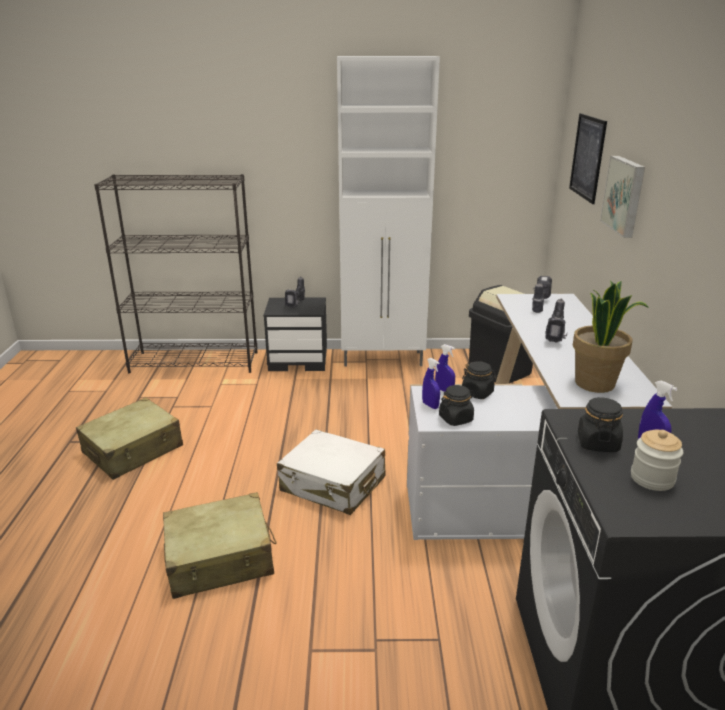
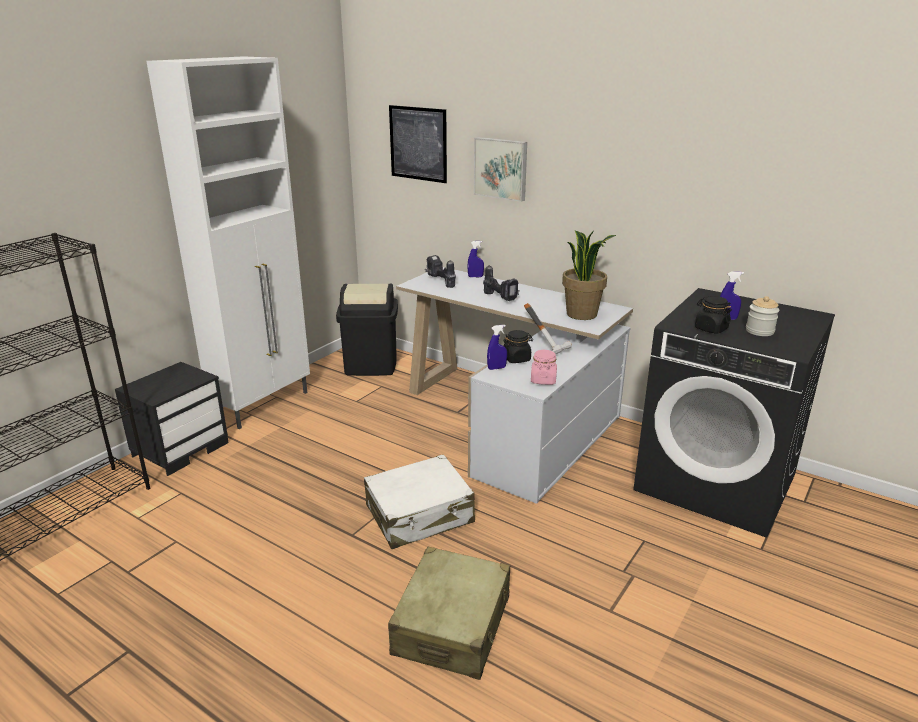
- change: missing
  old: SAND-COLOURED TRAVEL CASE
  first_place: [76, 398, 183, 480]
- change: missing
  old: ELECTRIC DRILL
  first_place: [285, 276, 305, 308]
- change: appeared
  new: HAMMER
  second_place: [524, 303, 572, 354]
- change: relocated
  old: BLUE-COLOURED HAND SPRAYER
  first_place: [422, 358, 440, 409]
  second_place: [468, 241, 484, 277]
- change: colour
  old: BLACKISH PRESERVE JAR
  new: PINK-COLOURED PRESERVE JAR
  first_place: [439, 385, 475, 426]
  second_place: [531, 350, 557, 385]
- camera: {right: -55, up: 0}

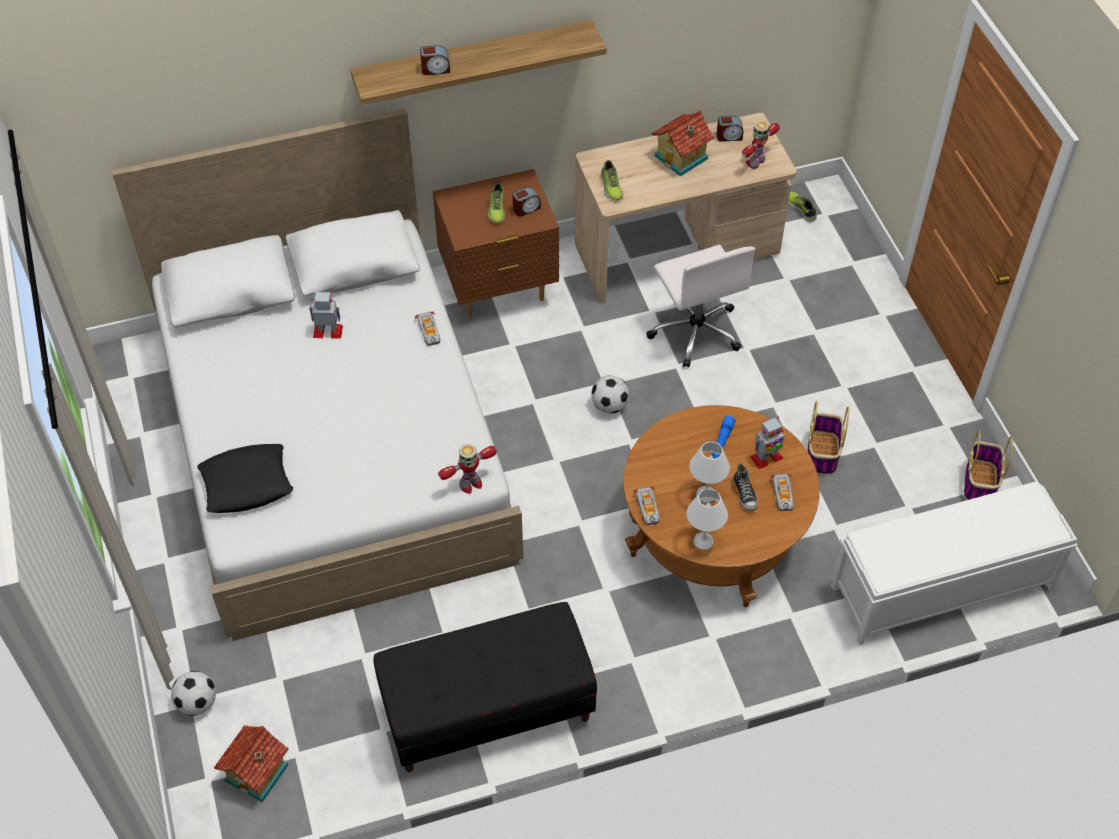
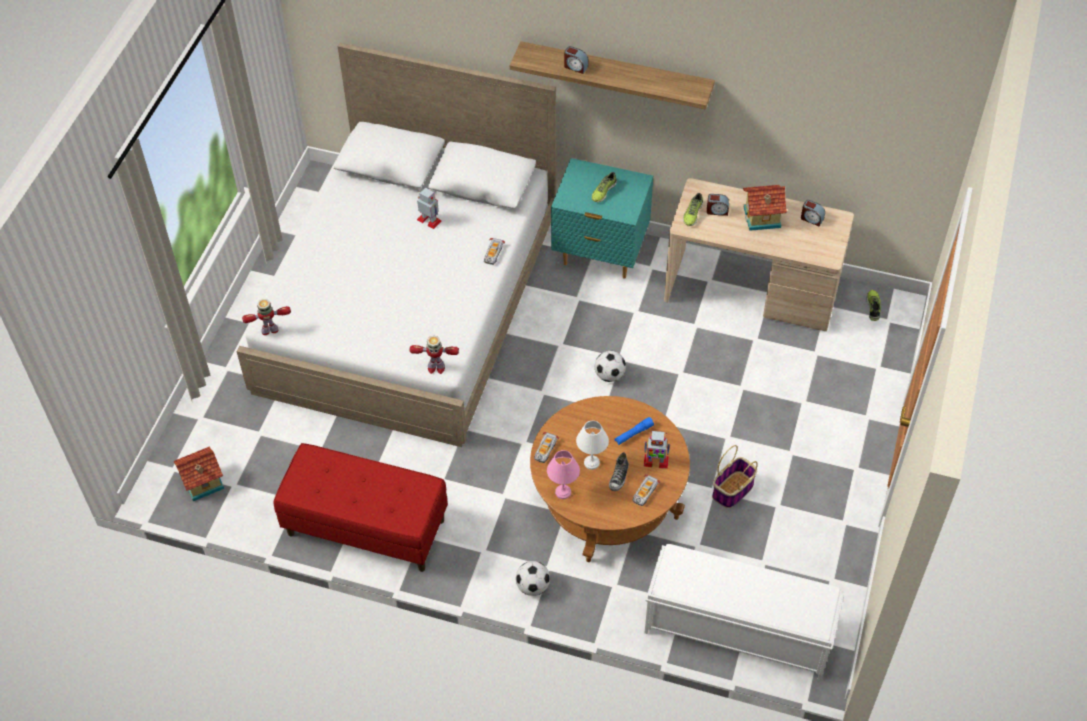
- change: missing
  old: BLACKISH CUSHION
  first_place: [197, 444, 293, 513]
- change: missing
  old: WHITISH COMPUTER CHAIR
  first_place: [646, 245, 756, 368]
- change: missing
  old: HOUSEHOLD BASKET
  first_place: [964, 430, 1013, 500]
- change: relocated
  old: FOOTBALL
  first_place: [171, 671, 216, 716]
  second_place: [516, 561, 550, 596]
- change: relocated
  old: TABLE CLOCK
  first_place: [513, 187, 541, 217]
  second_place: [707, 194, 729, 216]
- change: relocated
  old: MODEL ROBOT
  first_place: [742, 121, 780, 169]
  second_place: [242, 299, 291, 335]
- change: colour
  old: BLACKISH LONG SEAT
  new: RED-COLOURED LONG SEAT
  first_place: [374, 602, 597, 772]
  second_place: [274, 443, 448, 572]
- change: colour
  old: BROWN-COLOURED BEDSIDE TABLE
  new: TURQUOISE BEDSIDE TABLE
  first_place: [433, 169, 559, 318]
  second_place: [551, 158, 653, 278]
- change: colour
  old: WHITISH LAMP FOR A TABLE
  new: PINK-COLOURED LAMP FOR A TABLE
  first_place: [687, 489, 728, 550]
  second_place: [547, 450, 580, 499]
- camera: {right: 35, up: 0}

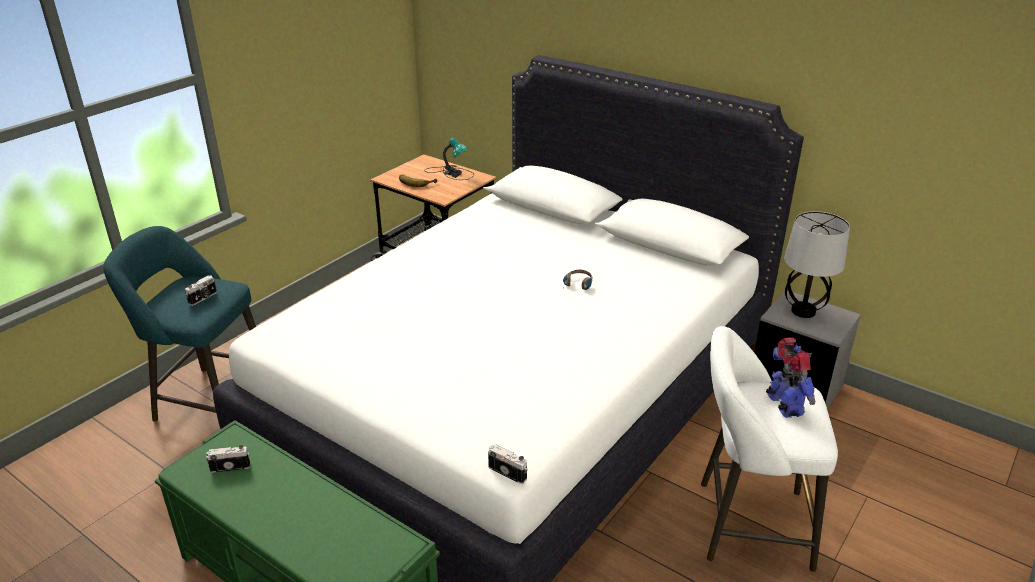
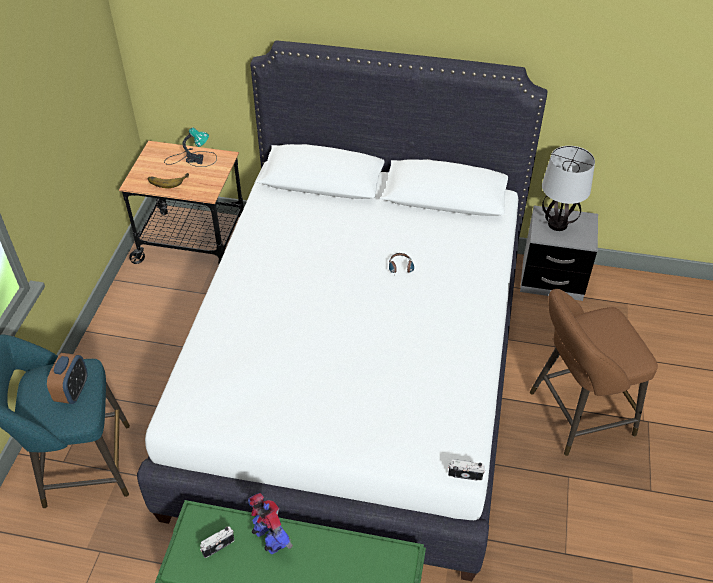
- change: relocated
  old: MODEL ROBOT
  first_place: [766, 337, 815, 418]
  second_place: [248, 493, 293, 554]
- change: exchanged
  old: PHOTO CAMERA
  new: TABLE CLOCK
  first_place: [185, 275, 217, 306]
  second_place: [47, 353, 88, 404]
- change: colour
  old: WHITISH STOOL
  new: BROWN-COLOURED STOOL
  first_place: [701, 326, 838, 572]
  second_place: [530, 289, 658, 456]
- camera: {right: -25, up: 15}

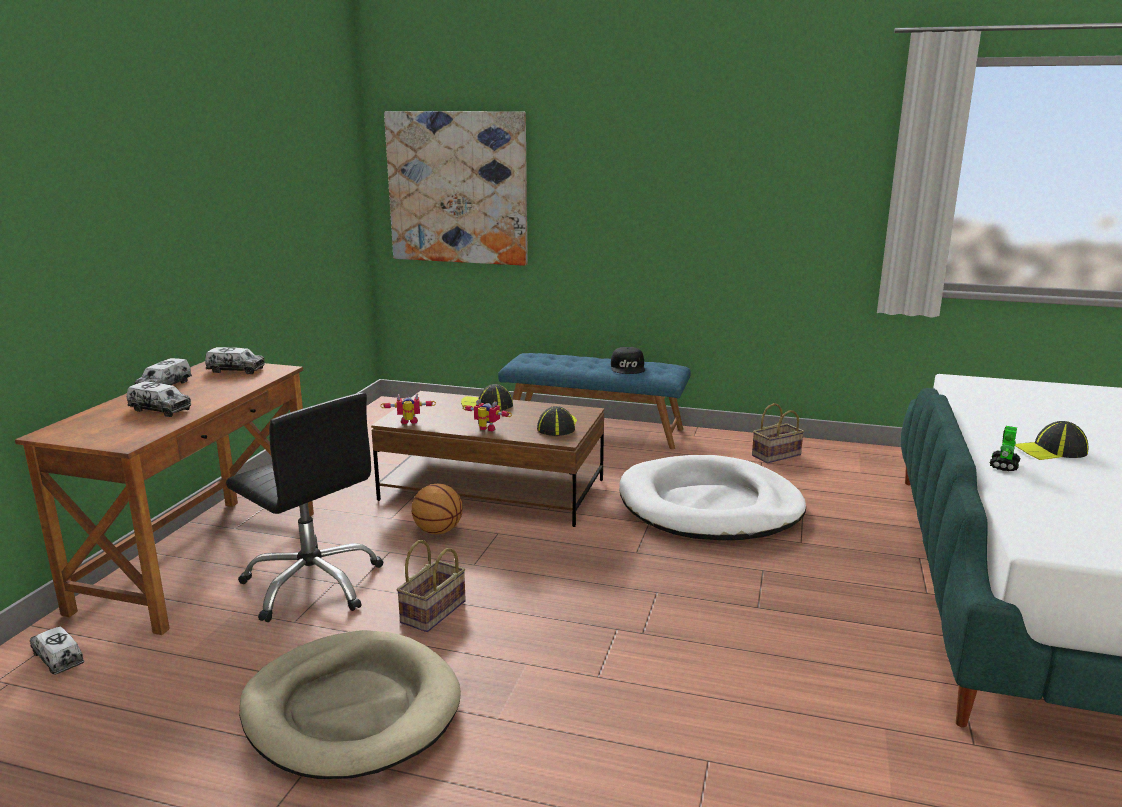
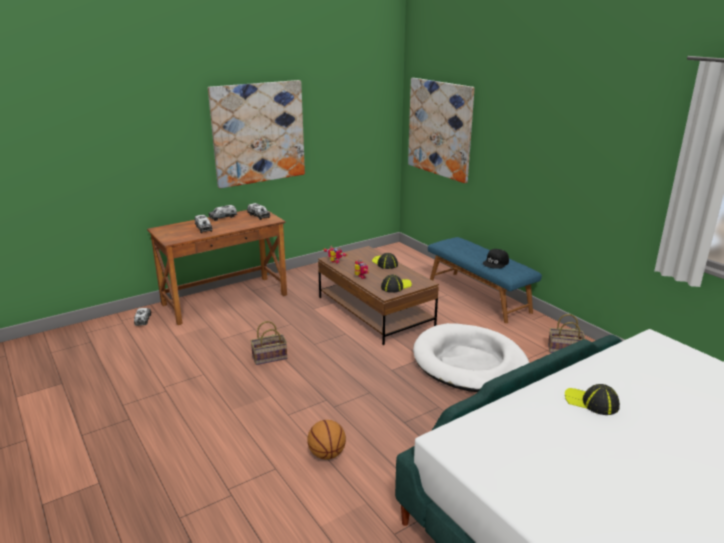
- change: missing
  old: BLACKISH COMPUTER CHAIR
  first_place: [226, 393, 383, 622]
- change: missing
  old: SAND-COLOURED PET BED
  first_place: [239, 630, 461, 779]
- change: missing
  old: MODEL ROBOT
  first_place: [989, 426, 1021, 471]
- change: appeared
  new: WALL PICTURE
  second_place: [208, 80, 305, 188]
- change: relocated
  old: BASKETBALL BALL
  first_place: [412, 484, 462, 534]
  second_place: [307, 420, 346, 460]
- camera: {right: 40, up: 5}

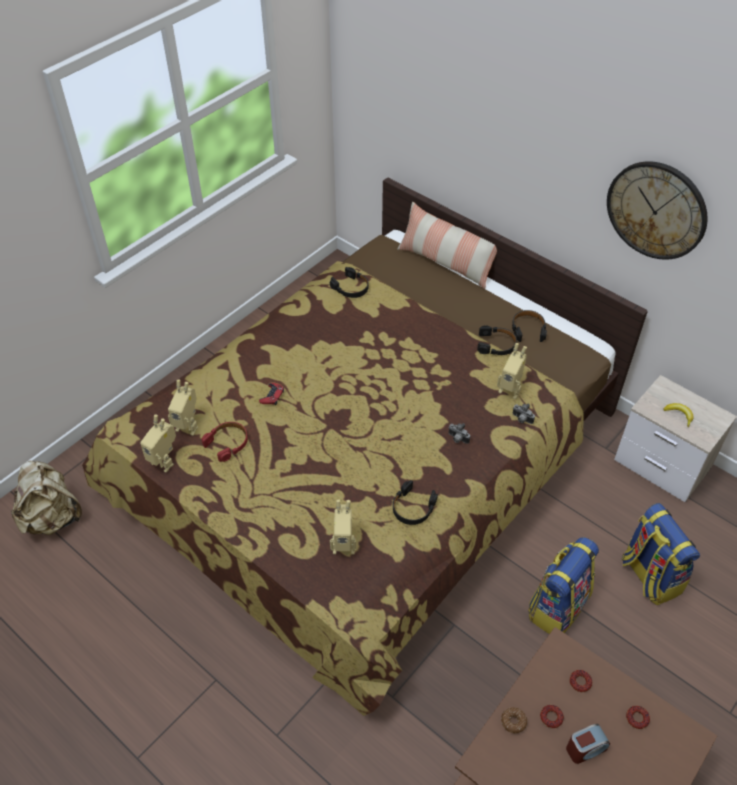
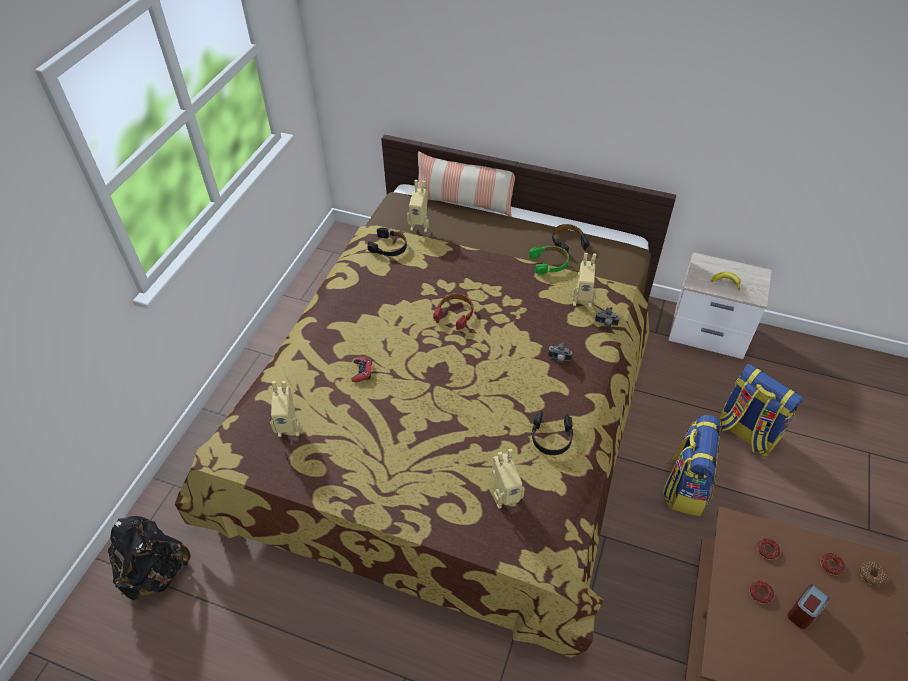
- change: missing
  old: HANGING CLOCK
  first_place: [607, 161, 708, 260]
- change: relocated
  old: MODEL ROBOT
  first_place: [140, 415, 176, 472]
  second_place: [407, 180, 429, 233]
- change: relocated
  old: RED-COLOURED PAIR OF HEADPHONES
  first_place: [202, 422, 248, 462]
  second_place: [433, 294, 473, 330]
- change: relocated
  old: DONUT
  first_place: [501, 707, 527, 734]
  second_place: [860, 561, 888, 586]
- change: colour
  old: SAND-COLOURED KNAPSACK
  new: BLACKISH KNAPSACK
  first_place: [11, 460, 82, 535]
  second_place: [108, 516, 191, 600]
- change: colour
  old: BLACKISH PAIR OF HEADPHONES
  new: GREEN-COLOURED PAIR OF HEADPHONES
  first_place: [477, 325, 517, 355]
  second_place: [529, 246, 569, 275]
- camera: {right: -20, up: 0}

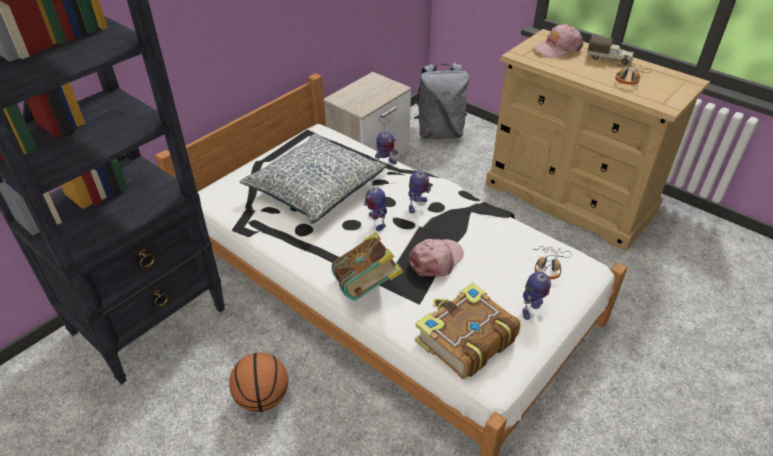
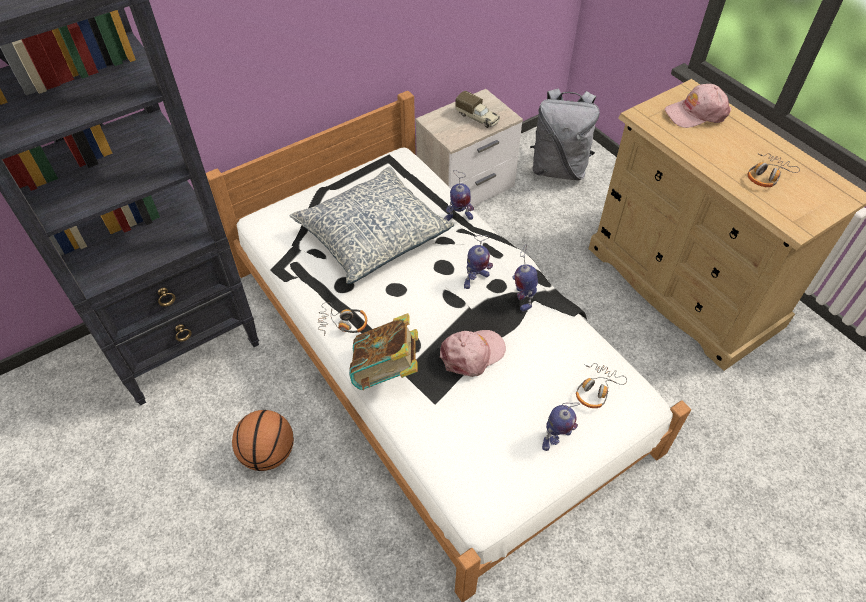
- change: missing
  old: BOUND BOOK
  first_place: [415, 282, 521, 379]
- change: appeared
  new: PAIR OF HEADPHONES
  second_place: [318, 302, 367, 336]
- change: relocated
  old: MODEL ROBOT
  first_place: [364, 167, 387, 231]
  second_place: [512, 244, 538, 311]
- change: relocated
  old: MODEL TRUCK
  first_place: [587, 35, 634, 65]
  second_place: [455, 91, 500, 128]
- camera: {right: 15, up: 10}

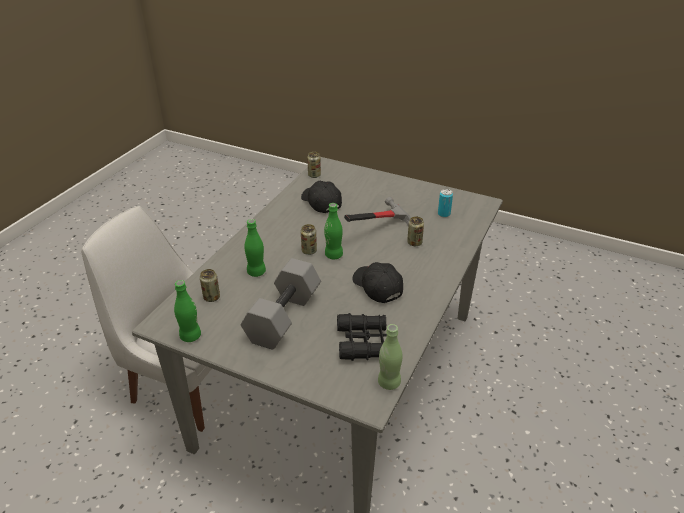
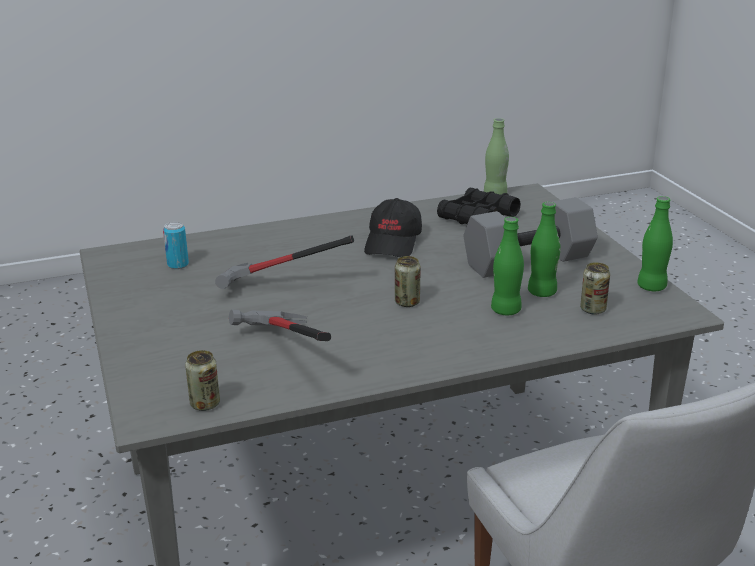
- change: missing
  old: METAL CAN
  first_place: [407, 216, 424, 246]
- change: relocated
  old: GREEN-COLOURED BOTTLE
  first_place: [324, 203, 343, 259]
  second_place: [528, 202, 561, 297]
- change: exchanged
  old: BLACKISH BASEBALL CAP
  new: HAMMER
  first_place: [301, 181, 342, 213]
  second_place: [229, 310, 331, 341]
- camera: {right: -135, up: -10}

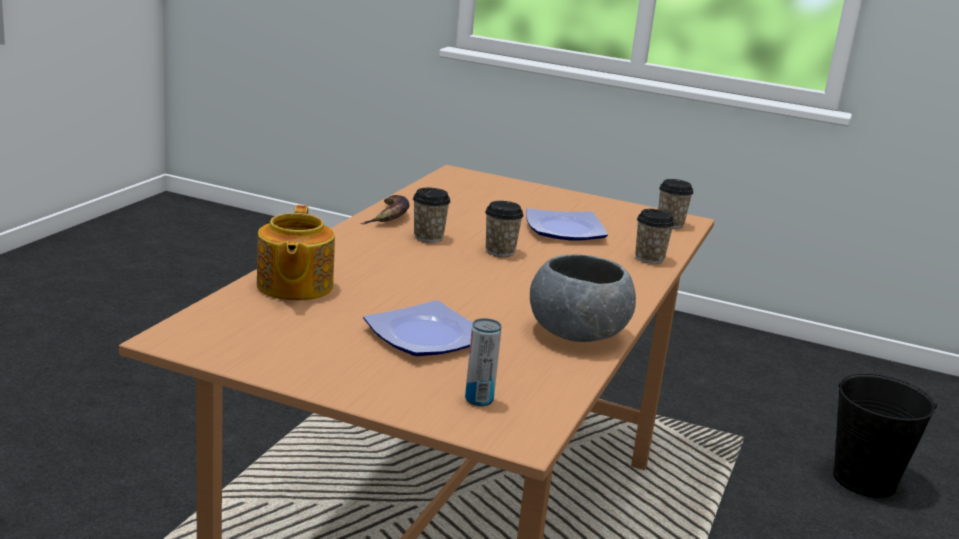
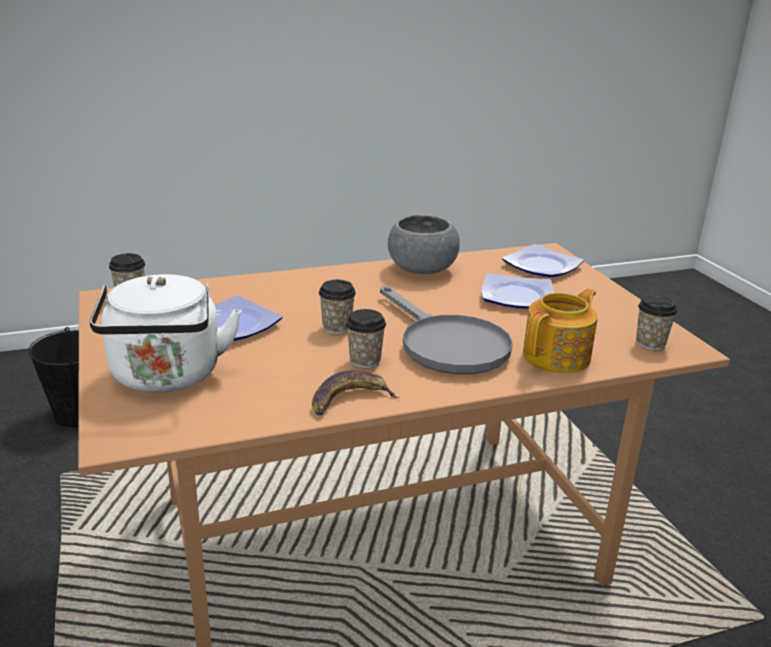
- change: appeared
  new: WHITISH KETTLE
  second_place: [90, 274, 242, 393]
- change: appeared
  new: GREY FRYING PAN
  second_place: [380, 285, 513, 374]
- change: relocated
  old: DRINKING CUP
  first_place: [635, 209, 675, 264]
  second_place: [636, 295, 677, 350]
- change: exchanged
  old: METAL CAN
  new: PLATE
  first_place: [465, 318, 502, 406]
  second_place: [502, 244, 584, 277]
- camera: {right: -130, up: 5}

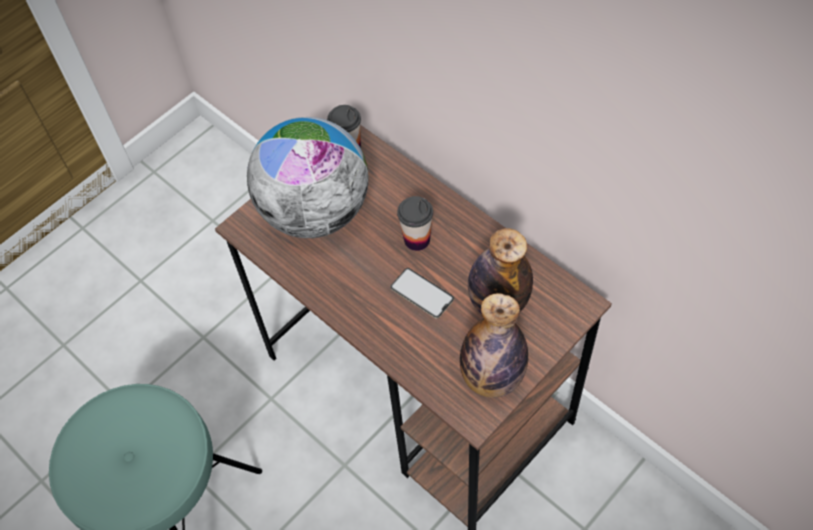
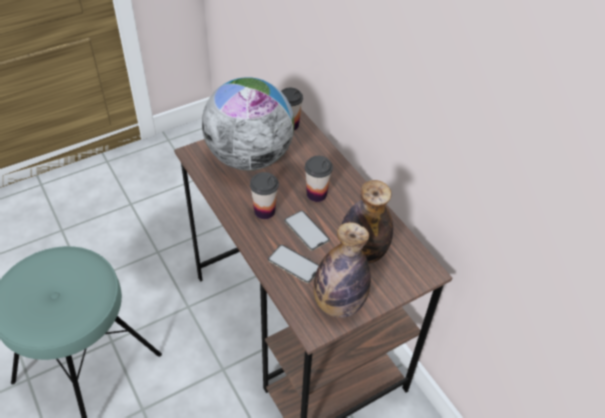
- change: appeared
  new: DRINKING CUP
  second_place: [250, 172, 279, 219]
- change: appeared
  new: TELEPHONE
  second_place: [268, 245, 319, 283]
- camera: {right: 10, up: -10}

